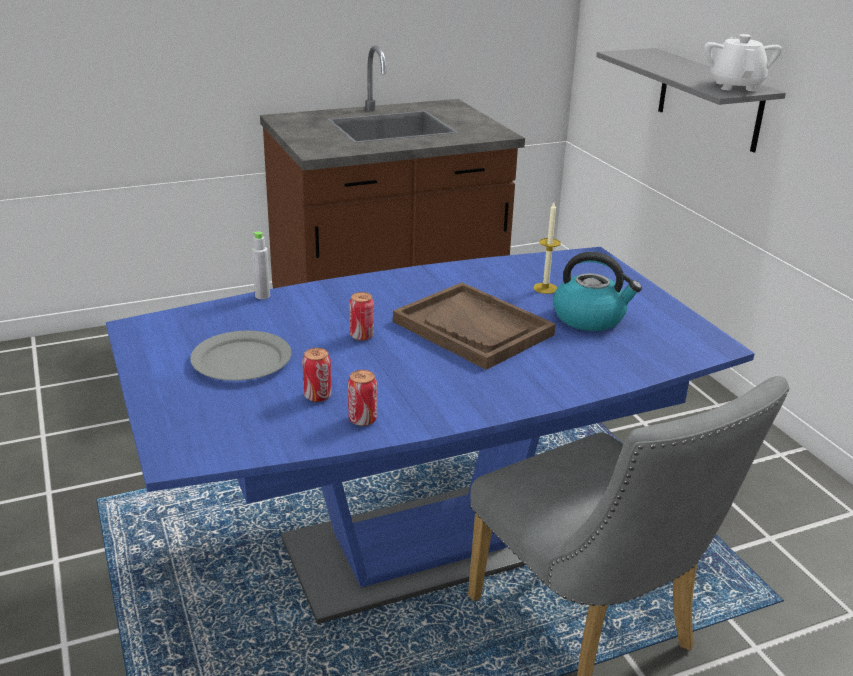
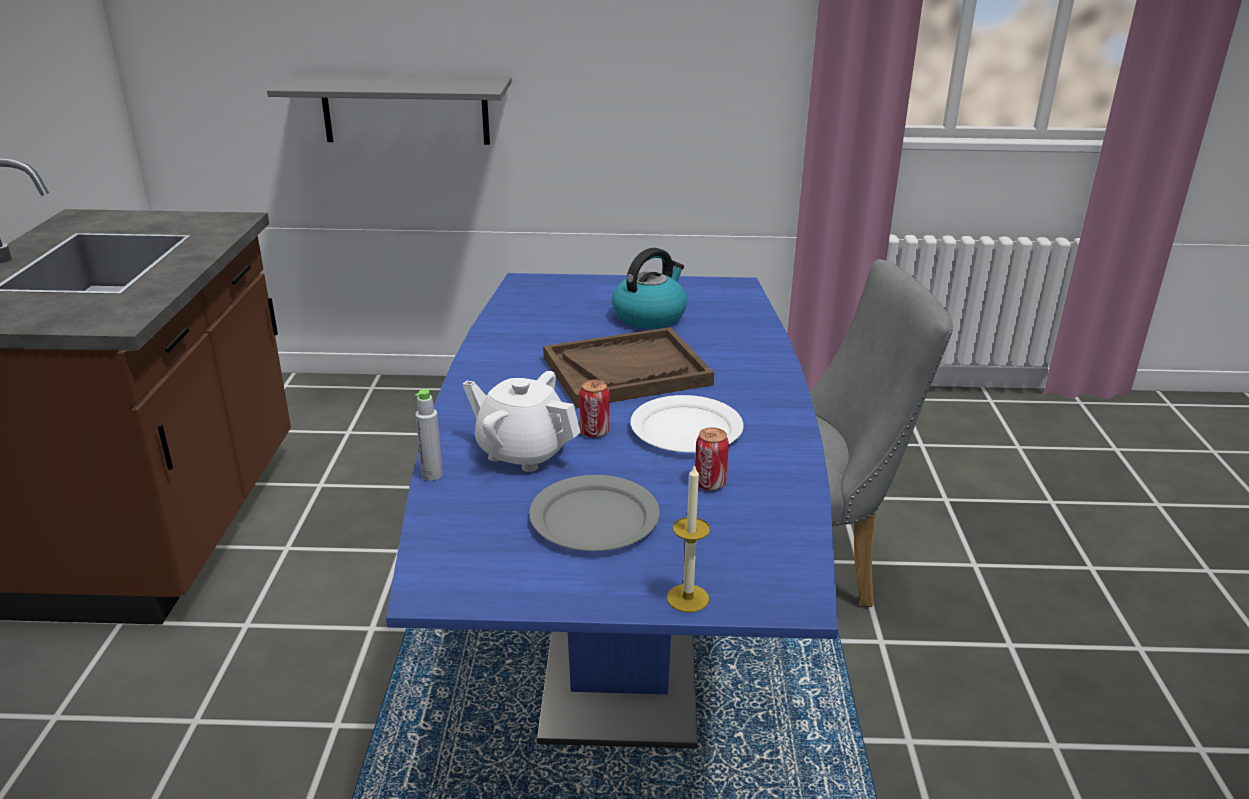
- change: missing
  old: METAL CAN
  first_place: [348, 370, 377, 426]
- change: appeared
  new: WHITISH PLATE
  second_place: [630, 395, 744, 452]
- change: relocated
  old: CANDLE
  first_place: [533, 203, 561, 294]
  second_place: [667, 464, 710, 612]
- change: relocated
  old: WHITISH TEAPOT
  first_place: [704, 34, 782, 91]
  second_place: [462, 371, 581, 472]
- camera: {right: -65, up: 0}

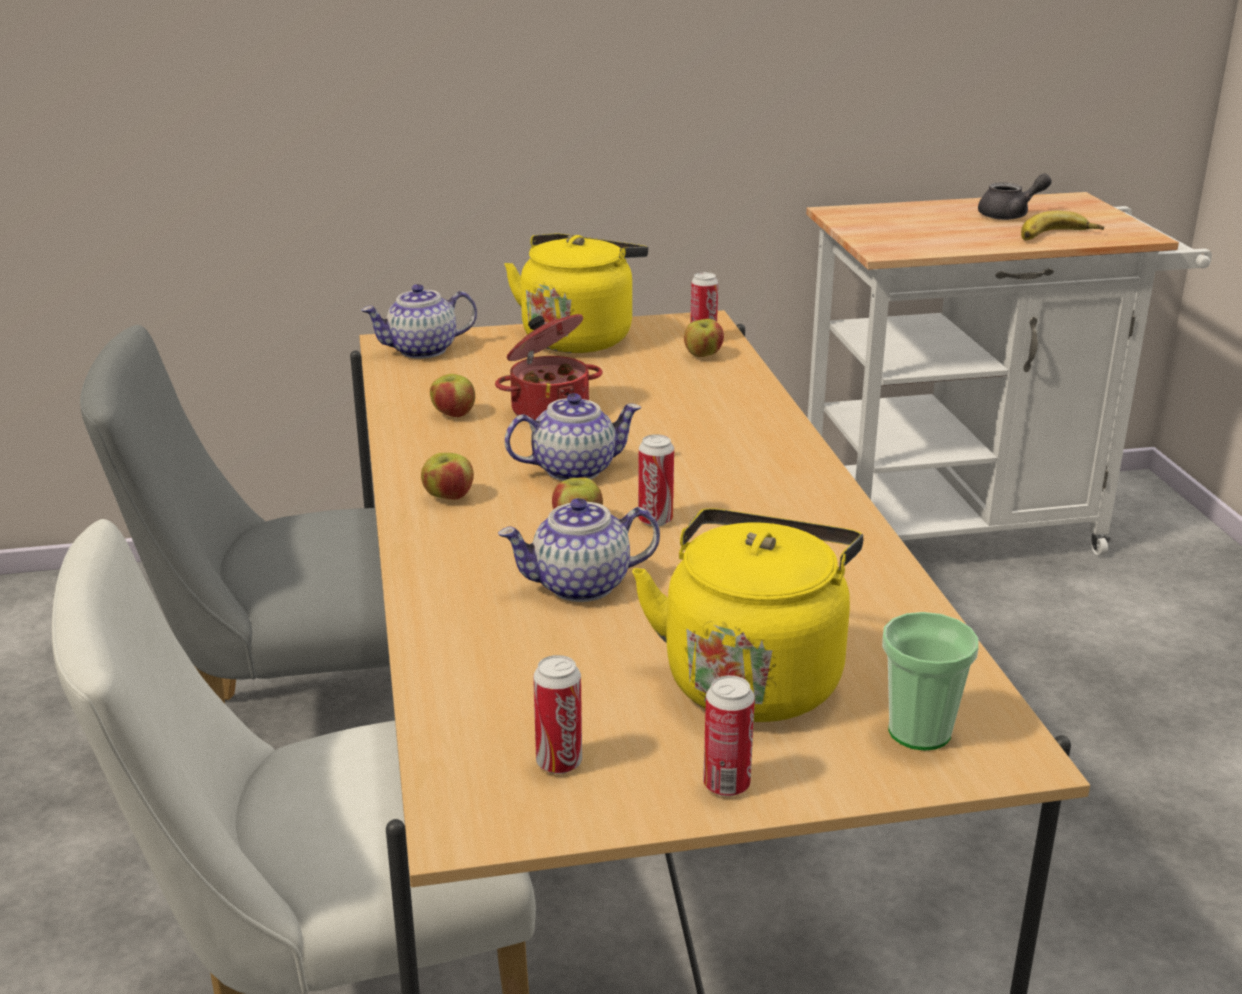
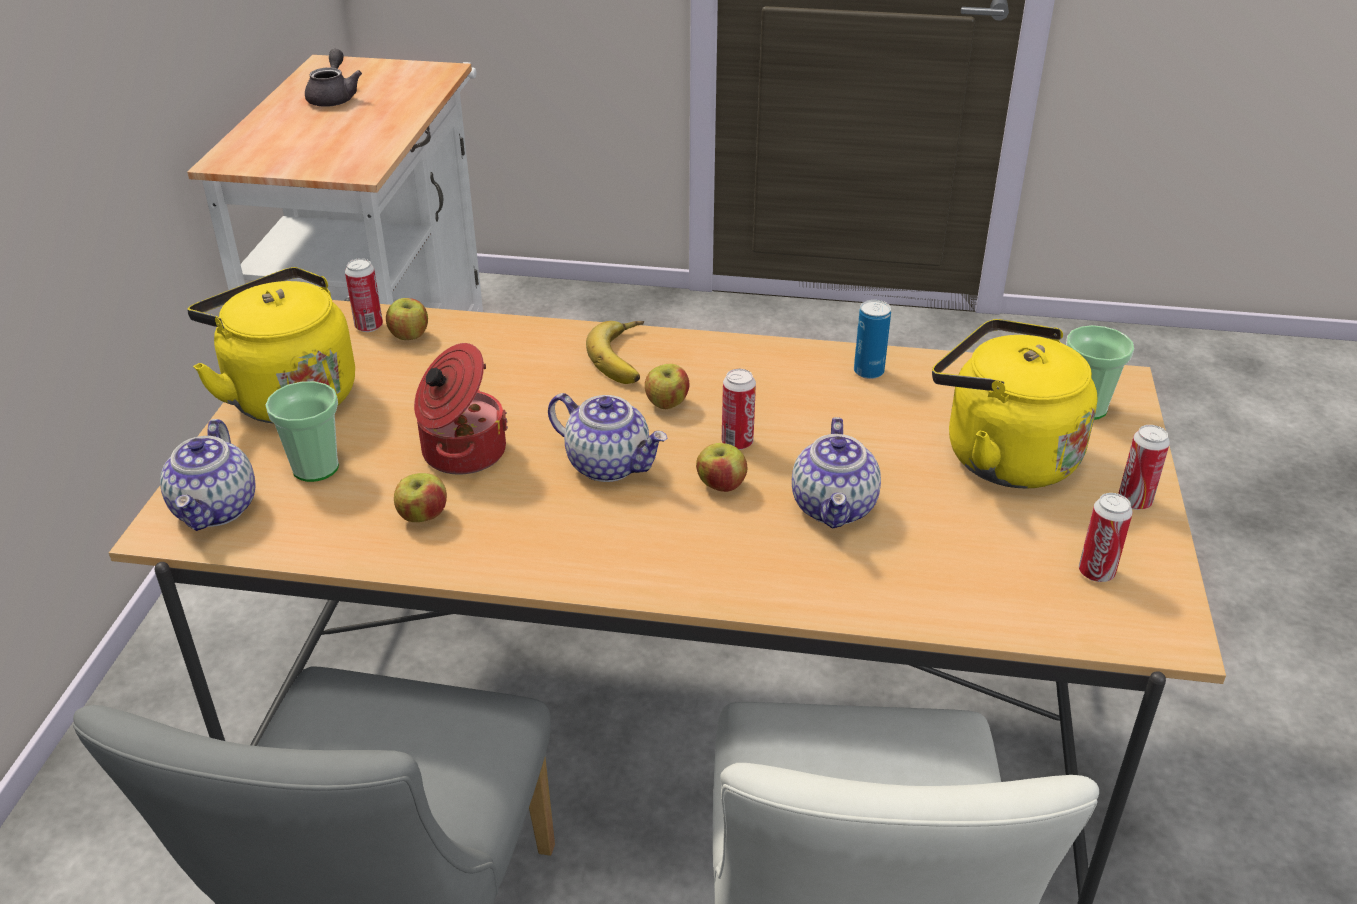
- change: appeared
  new: DRINKING CUP
  second_place: [265, 381, 339, 482]
- change: appeared
  new: METAL CAN
  second_place: [854, 300, 891, 379]
- change: relocated
  old: APPLE
  first_place: [421, 453, 474, 499]
  second_place: [645, 364, 689, 409]
- change: relocated
  old: BANANA FRUIT
  first_place: [1021, 211, 1104, 240]
  second_place: [586, 321, 644, 384]
- change: spun
  old: TEAPOT
  first_place: [505, 393, 641, 481]
  second_place: [548, 393, 668, 482]
  degrees: 120
- camera: {right: -70, up: 10}

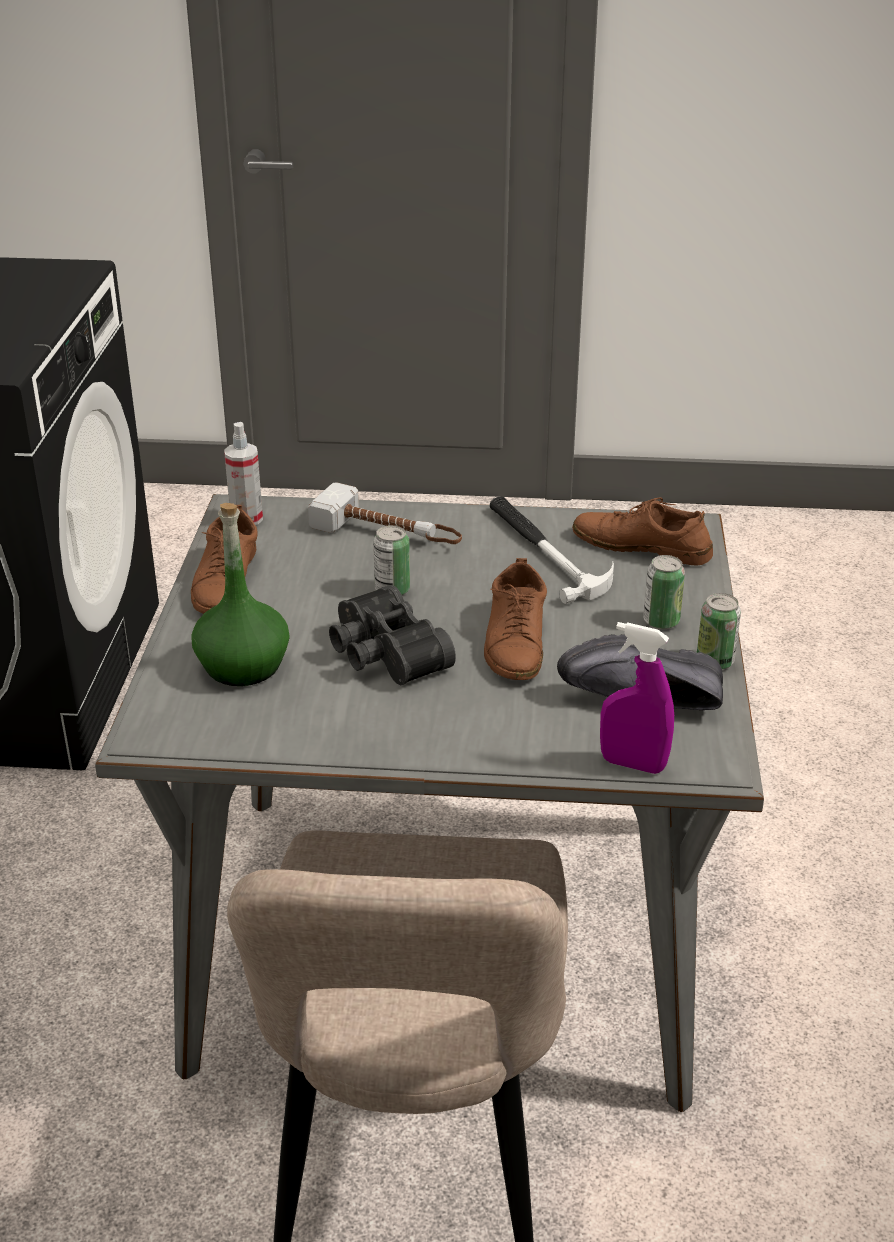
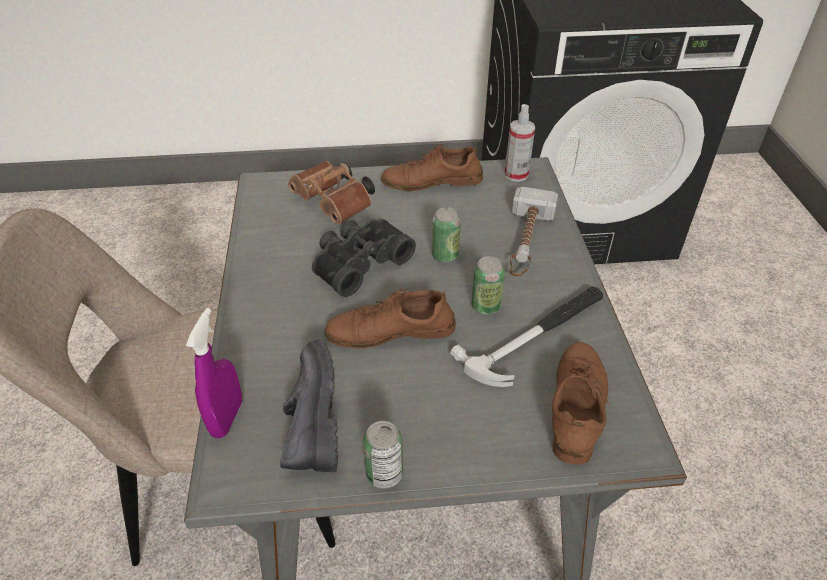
- change: relocated
  old: METAL CAN
  first_place: [643, 555, 685, 629]
  second_place: [472, 256, 505, 314]
- change: exchanged
  old: GREEN-COLOURED BOTTLE
  new: BROWN-COLOURED FIELD GLASSES
  first_place: [191, 503, 290, 686]
  second_place: [288, 161, 375, 224]
- camera: {right: 80, up: 10}

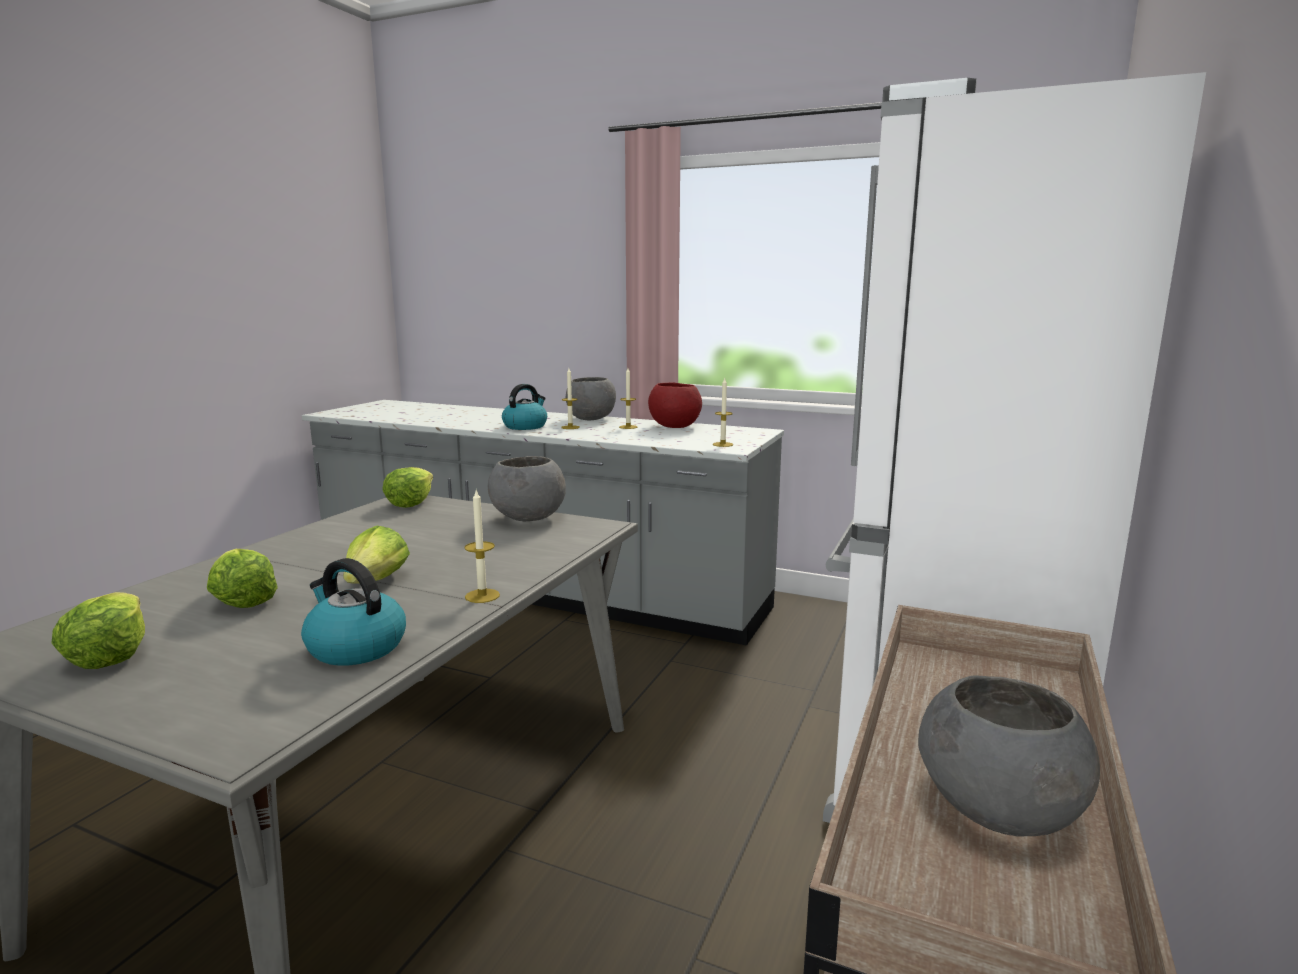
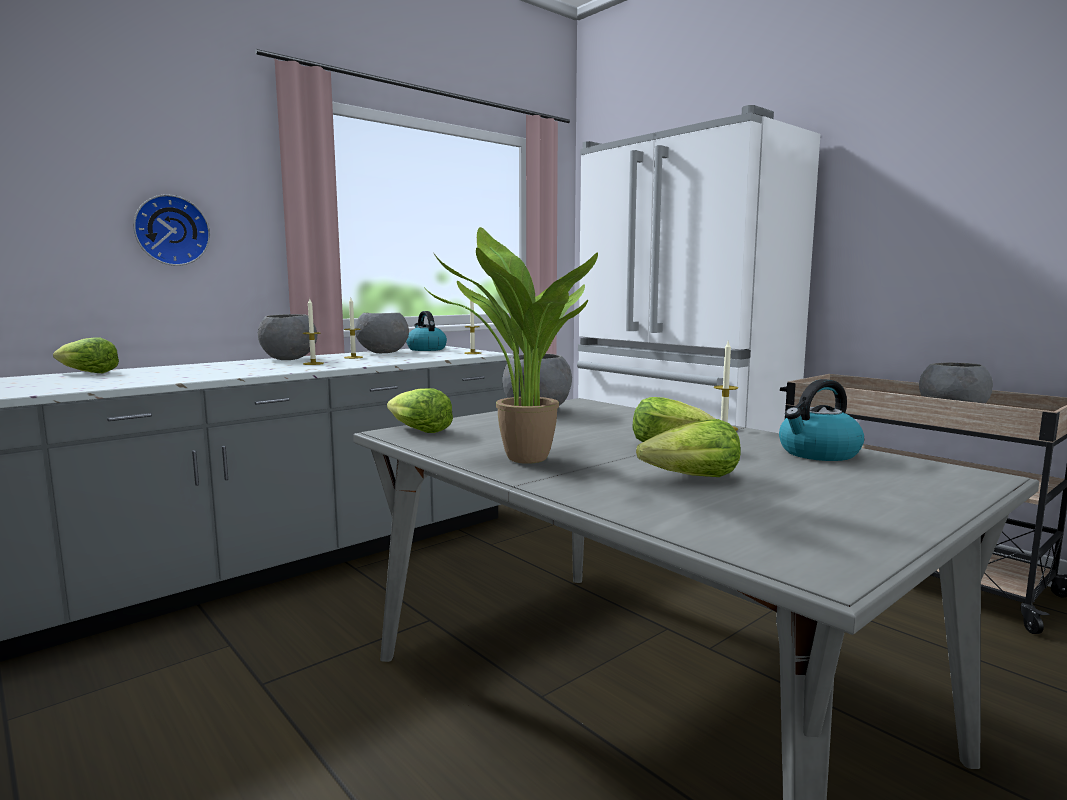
- change: appeared
  new: HANGING CLOCK
  second_place: [133, 194, 210, 266]
- change: appeared
  new: PLANT IN A POT
  second_place: [426, 227, 598, 464]
- change: relocated
  old: HEAD OF LETTUCE
  first_place: [52, 592, 145, 669]
  second_place: [53, 337, 119, 373]
- change: relocated
  old: KETTLE
  first_place: [502, 384, 547, 430]
  second_place: [406, 311, 447, 351]
- change: colour
  old: RED-COLOURED DEEP DISH
  new: GREY DEEP DISH
  first_place: [648, 382, 702, 428]
  second_place: [355, 313, 409, 353]
- camera: {right: -65, up: -5}

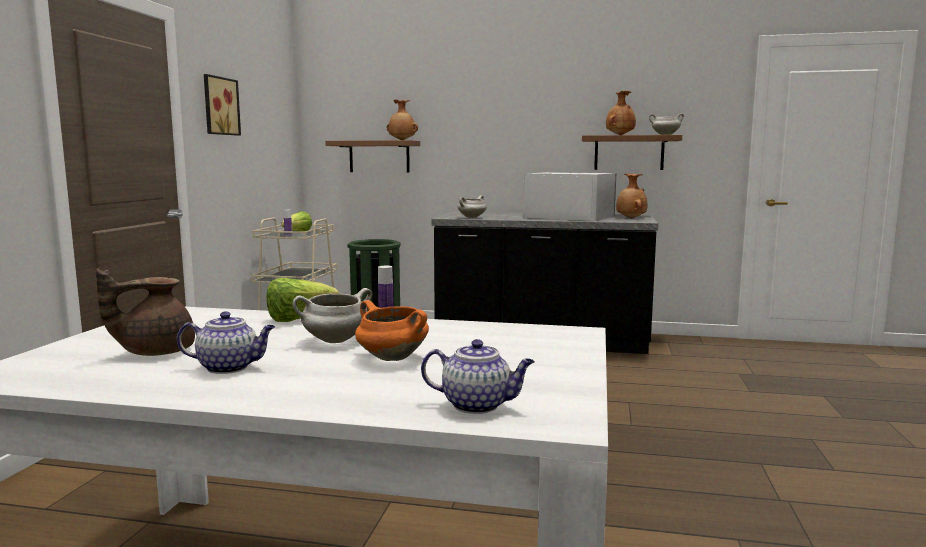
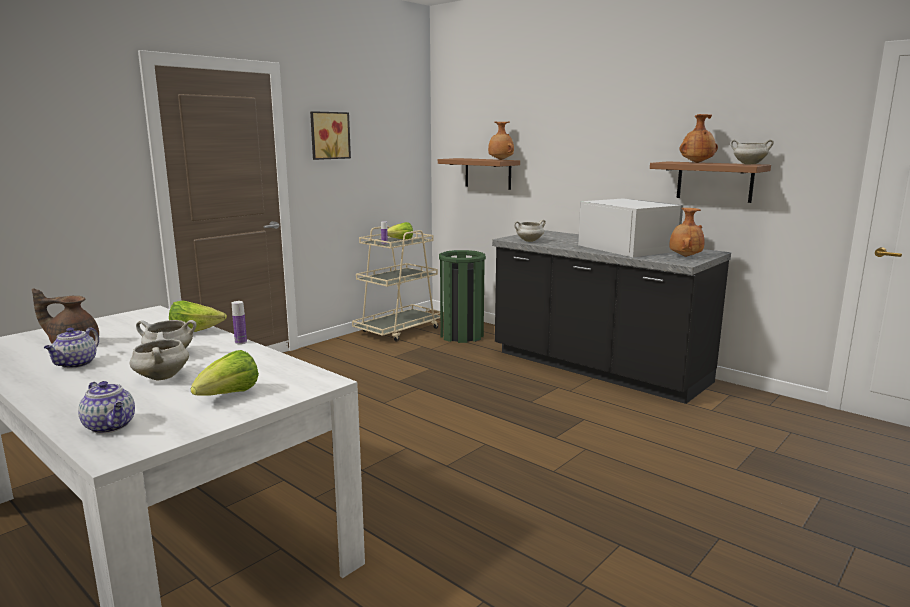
- change: appeared
  new: HEAD OF LETTUCE
  second_place: [191, 350, 259, 396]
- change: colour
  old: ORANGE-COLOURED STOCKPOT
  new: WHITISH STOCKPOT
  first_place: [355, 300, 429, 361]
  second_place: [130, 332, 189, 380]
- change: spun
  old: TEAPOT
  first_place: [177, 311, 275, 374]
  second_place: [44, 327, 99, 368]
  degrees: 75
- camera: {right: 30, up: 5}

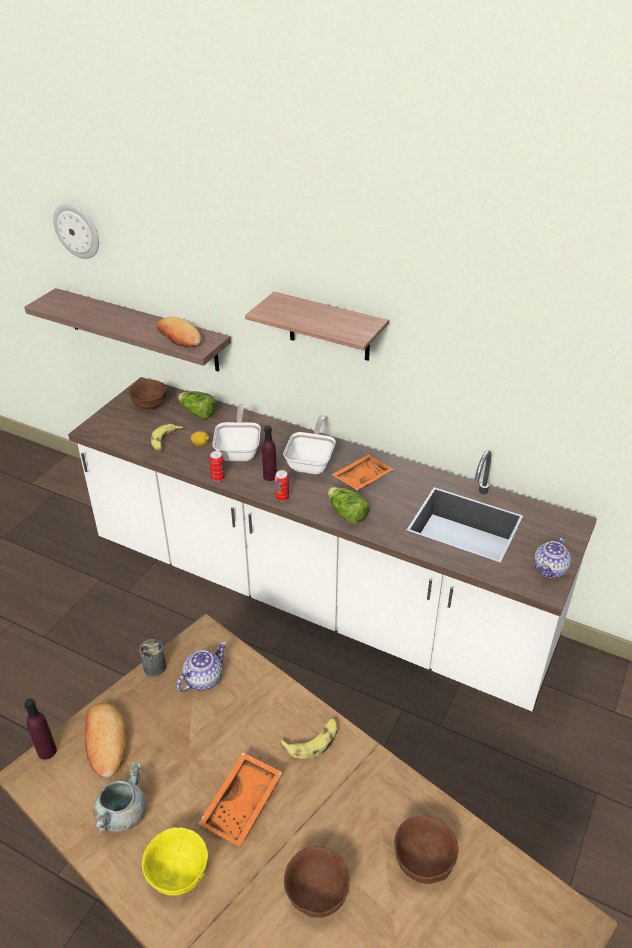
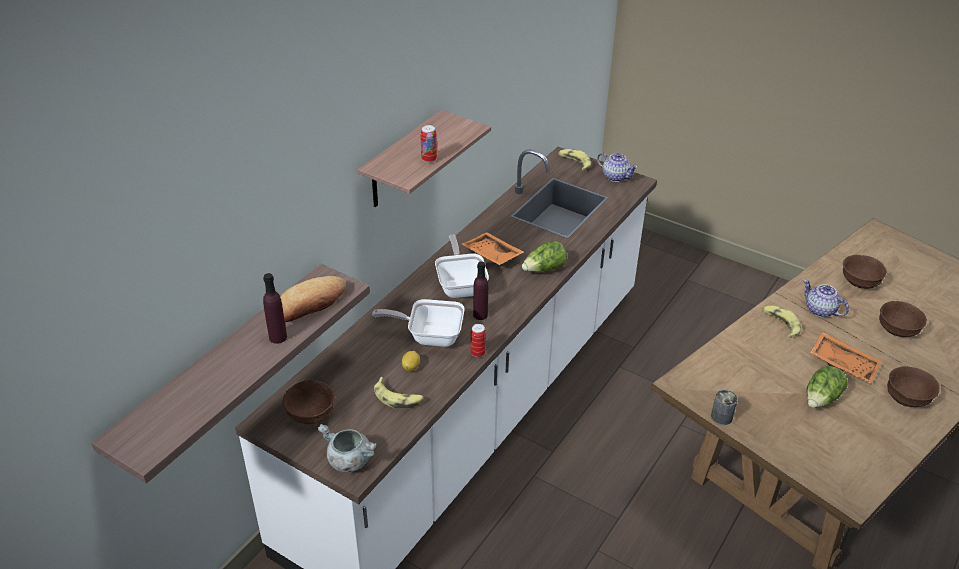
- change: missing
  old: HANGING CLOCK
  first_place: [53, 204, 99, 259]
- change: missing
  old: BAKERY BREAD
  first_place: [85, 702, 127, 778]
- change: appeared
  new: BANANA FRUIT
  second_place: [558, 149, 591, 171]
- change: relocated
  old: PURPLE-COLOURED BOTTLE
  first_place: [24, 698, 57, 760]
  second_place: [263, 273, 287, 344]
- change: relocated
  old: GREY STOCKPOT
  first_place: [93, 761, 146, 833]
  second_place: [317, 424, 377, 473]
- change: relocated
  old: TEAPOT
  first_place: [177, 642, 226, 692]
  second_place: [803, 279, 849, 317]
- change: relocated
  old: HEAD OF LETTUCE
  first_place: [178, 391, 216, 419]
  second_place: [807, 366, 848, 408]
- change: relocated
  old: METAL CAN
  first_place: [275, 470, 289, 502]
  second_place: [420, 125, 437, 163]
- change: colour
  old: YELLOWISH DEEP DISH
  new: BROWN-COLOURED DEEP DISH
  first_place: [142, 827, 208, 896]
  second_place: [887, 366, 940, 407]
- change: spun
  old: FRYING PAN
  first_place: [283, 415, 336, 474]
  second_place: [435, 234, 489, 298]
  degrees: 60
- camera: {right: -85, up: 0}

